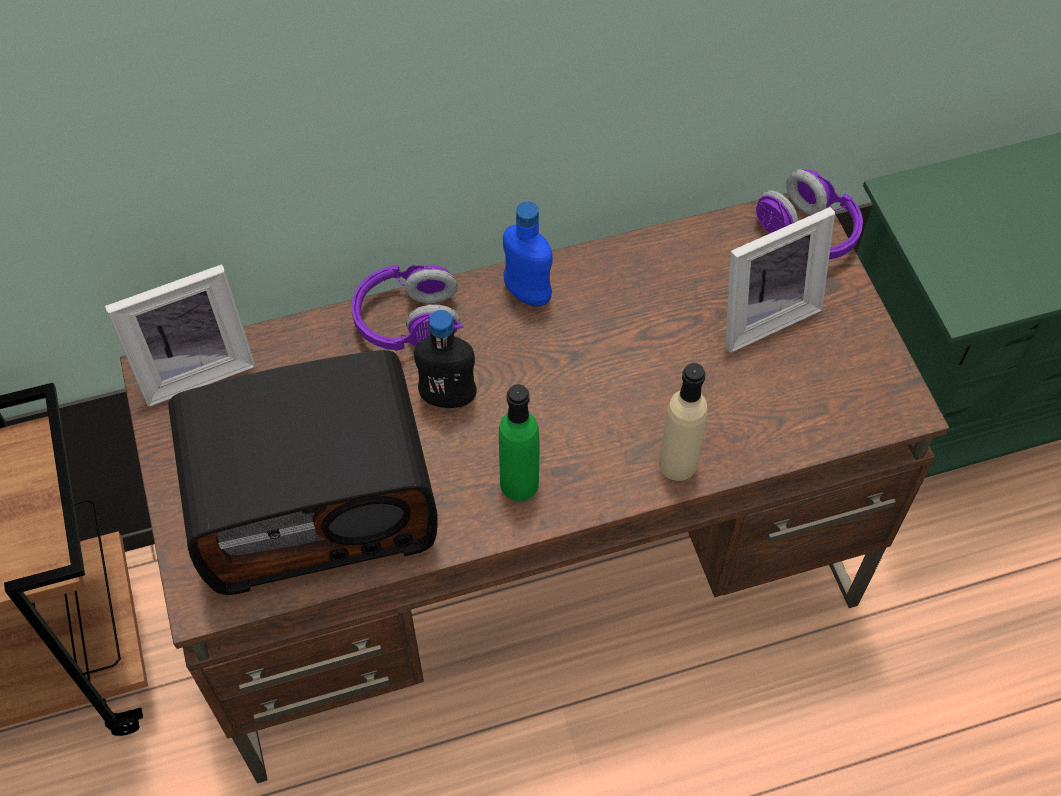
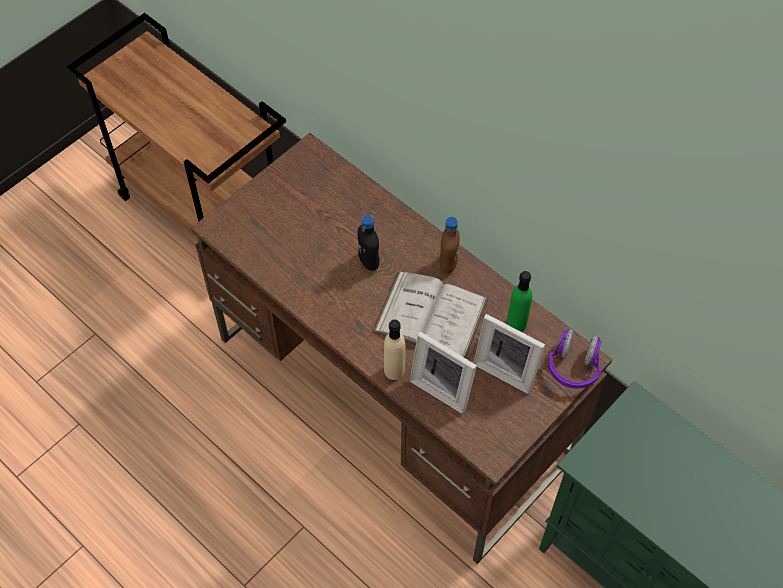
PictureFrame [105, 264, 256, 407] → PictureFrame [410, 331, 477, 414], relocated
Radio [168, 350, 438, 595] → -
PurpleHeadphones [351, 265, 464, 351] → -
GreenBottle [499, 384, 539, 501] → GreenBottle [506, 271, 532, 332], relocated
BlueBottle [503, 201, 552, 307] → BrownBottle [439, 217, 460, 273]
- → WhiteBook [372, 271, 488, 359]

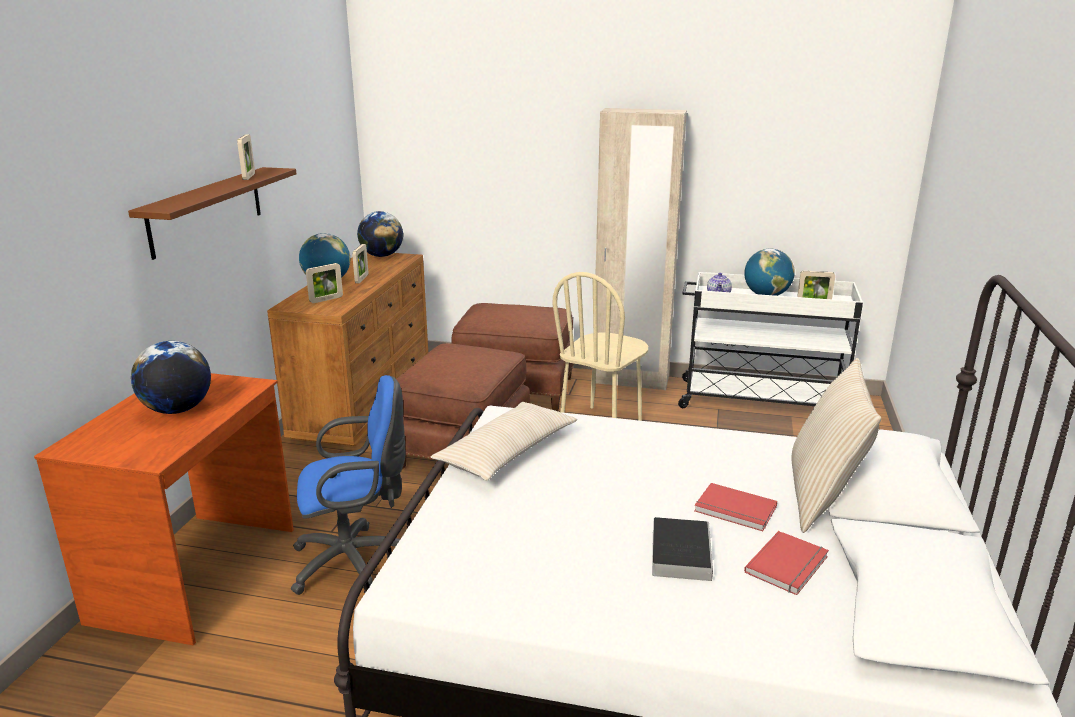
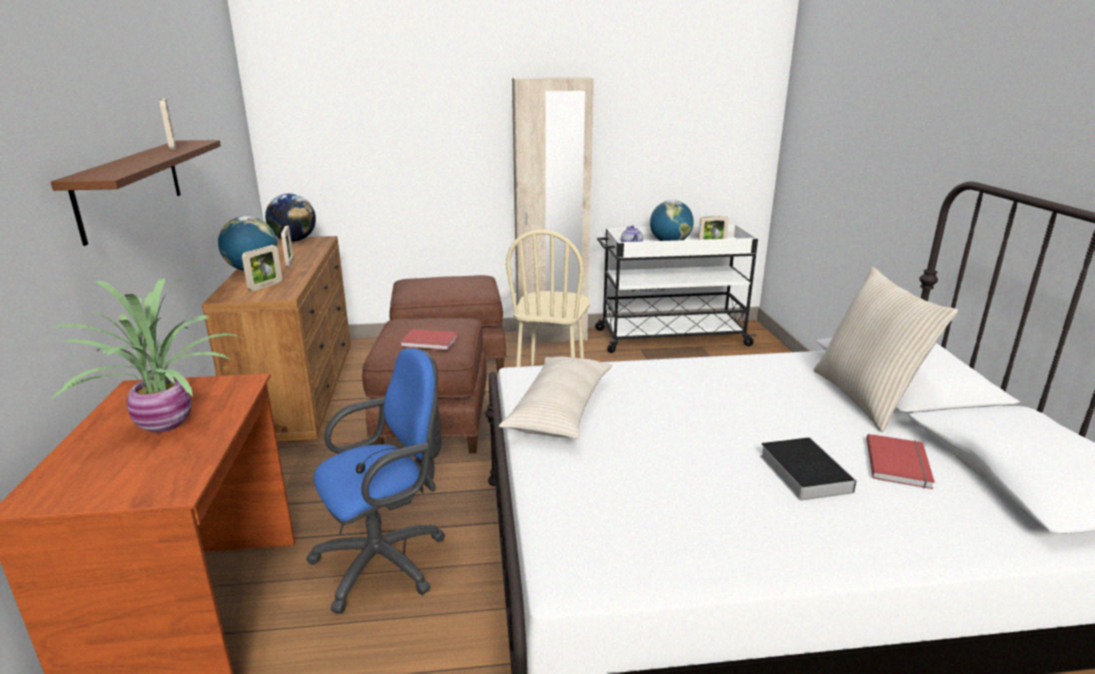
Globe [131, 341, 211, 414] → PottedPlant [51, 278, 241, 433]
RedBook [694, 483, 777, 531] → RedBook [400, 329, 458, 350], relocated

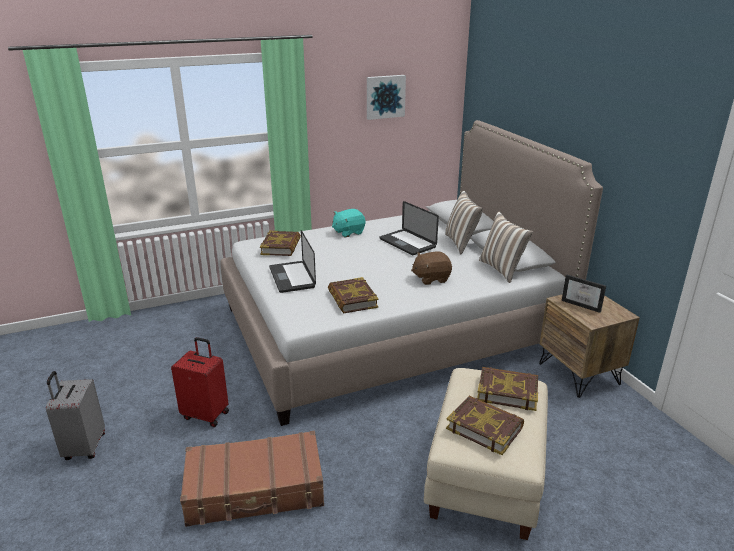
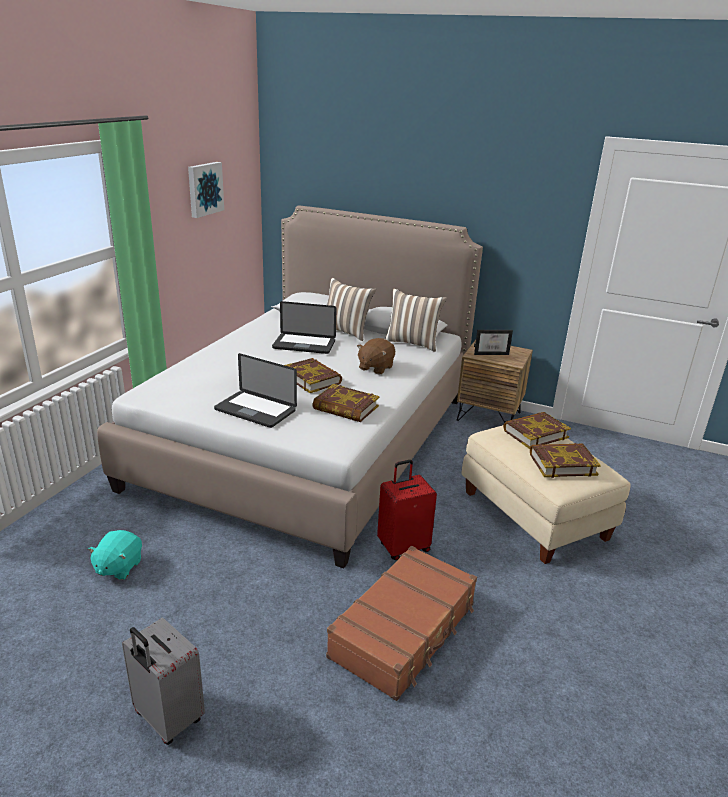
RedSuitcase [171, 337, 229, 427] → RedSuitcase [377, 460, 437, 560], relocated
Book [260, 231, 301, 256] → Book [284, 358, 342, 393], relocated
TurquoisePlushToy [332, 209, 365, 237] → TurquoisePlushToy [88, 530, 142, 580], relocated

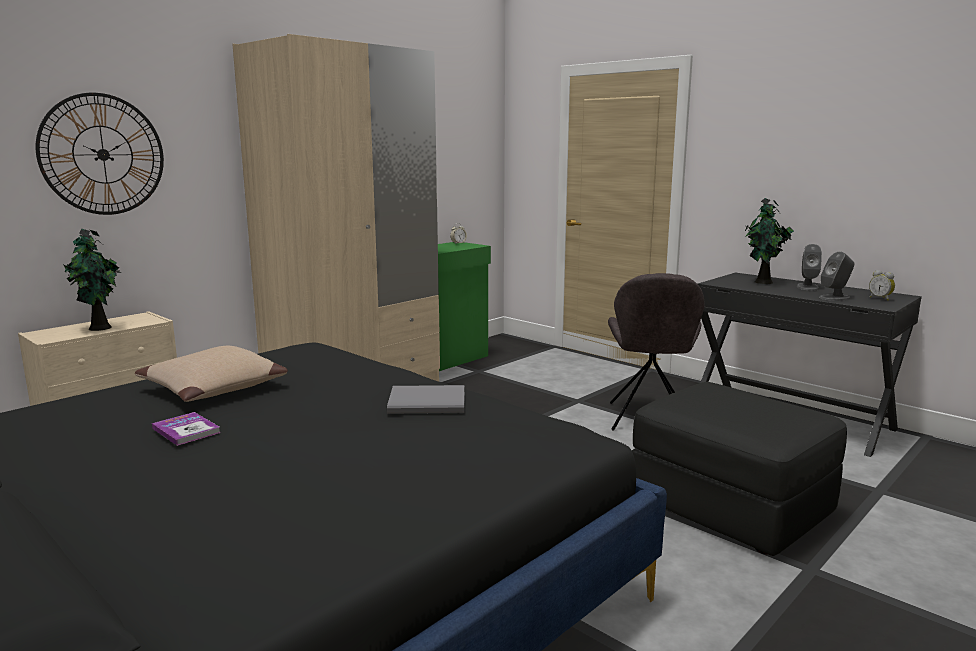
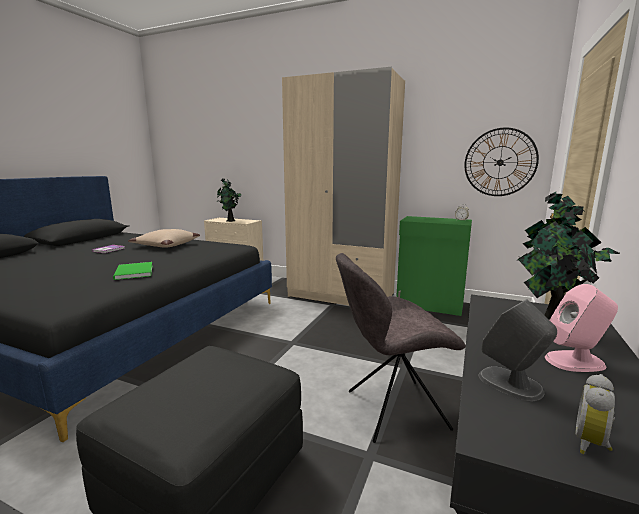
WallClock [36, 93, 164, 215] → WallClock [464, 127, 539, 196], relocated
GreyBook [387, 385, 464, 414] → GreenBook [113, 262, 153, 280]
GreySpeaker [797, 244, 822, 291] → PinkSpeaker [545, 284, 618, 372]

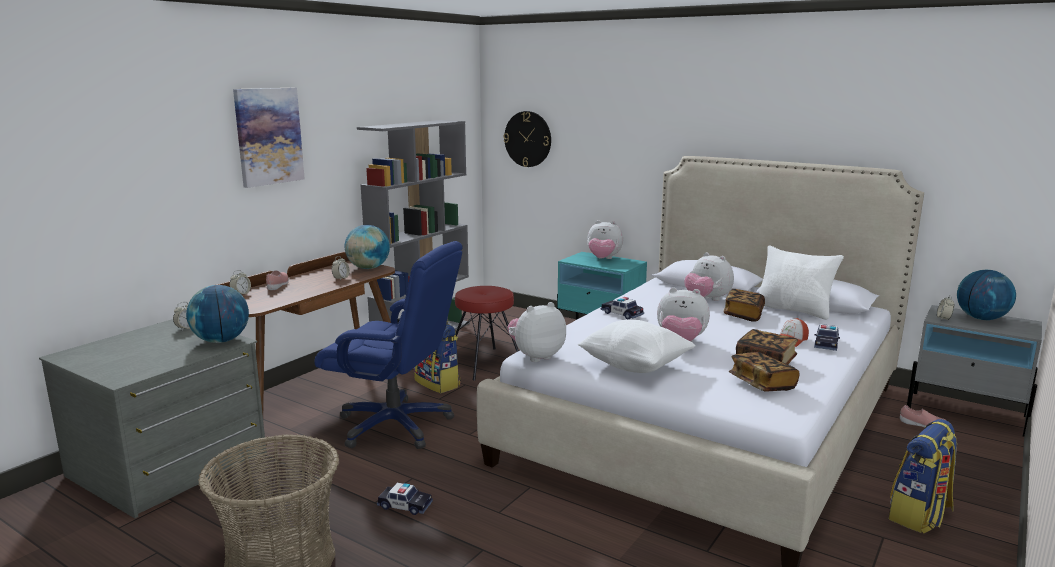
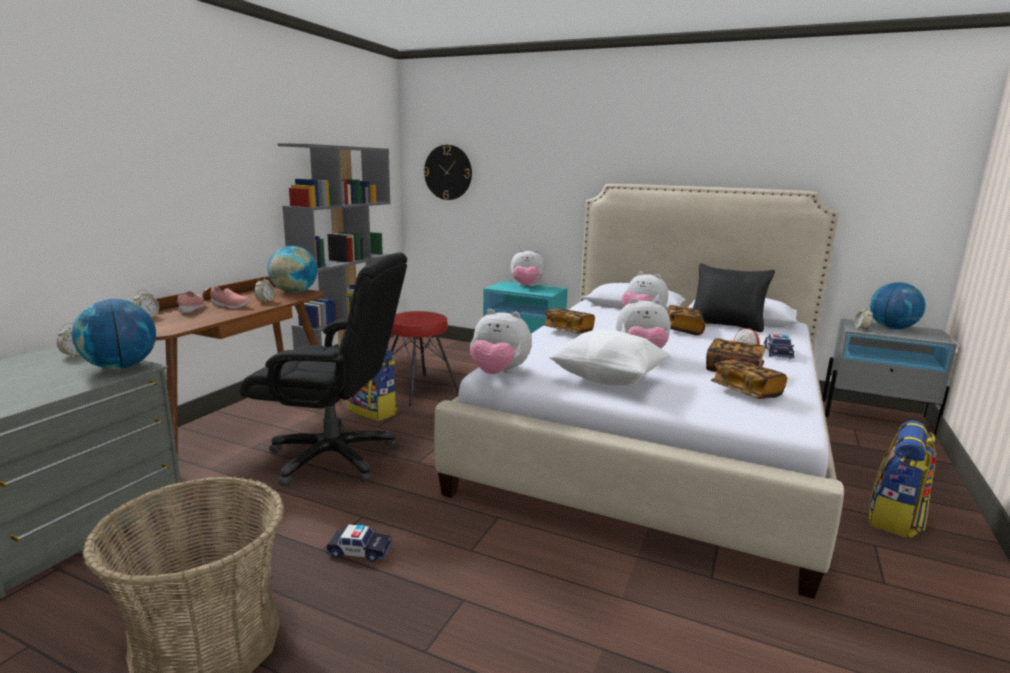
Picture [233, 88, 305, 188] → -
BlueOfficeChair [314, 241, 463, 449] → BlackOfficeChair [239, 252, 407, 486]
PlushToy [507, 302, 566, 362] → PlushToy [470, 309, 532, 374], 120 degrees counterclockwise
ToyCar [601, 297, 644, 319] → Book [543, 308, 595, 333]
WhitePillow [759, 245, 844, 320] → BlackPillow [693, 264, 775, 332]
PinkShoe [900, 405, 945, 428] → PinkShoe [210, 286, 250, 309], relocated

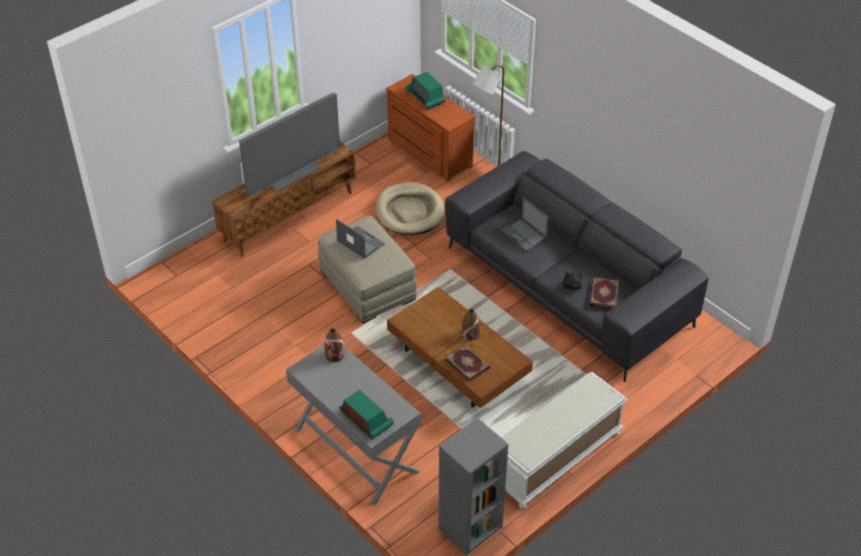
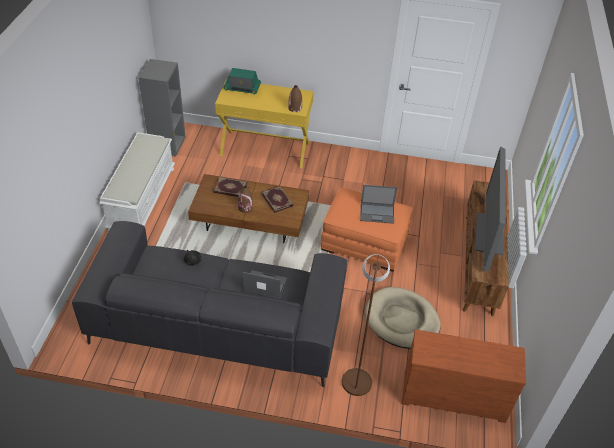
GreyConsoleTable [286, 345, 421, 506] → YellowConsoleTable [215, 79, 314, 168]
BeigeOttoman [318, 215, 417, 324] → OrangeOttoman [320, 188, 413, 272]
Radio [406, 72, 445, 109] → -
Book [590, 277, 619, 309] → Book [262, 186, 294, 213], relocated

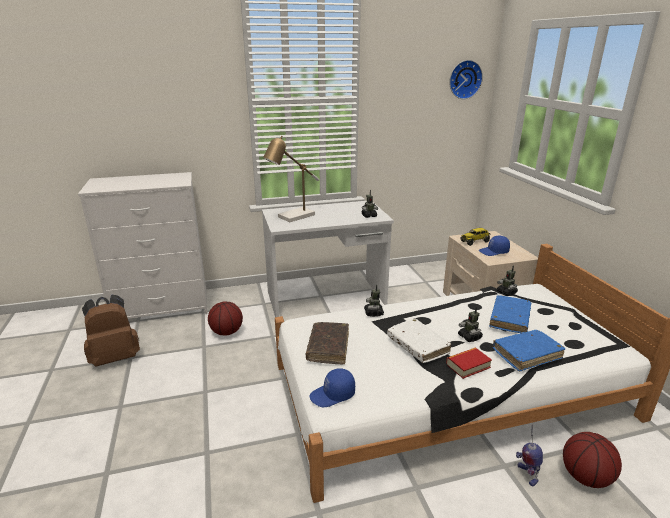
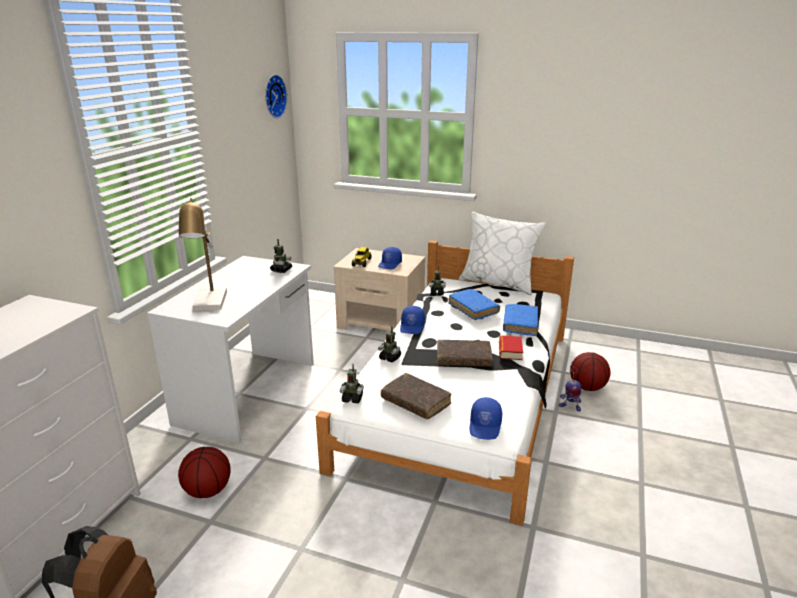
WhiteBook [387, 318, 451, 363] → BrownBook [437, 340, 493, 366]
ToyRobot [458, 307, 483, 342] → ToyRobot [340, 364, 364, 403], relocated
- → BlueCap [400, 306, 425, 334]
- → WhitePillow [459, 212, 546, 295]

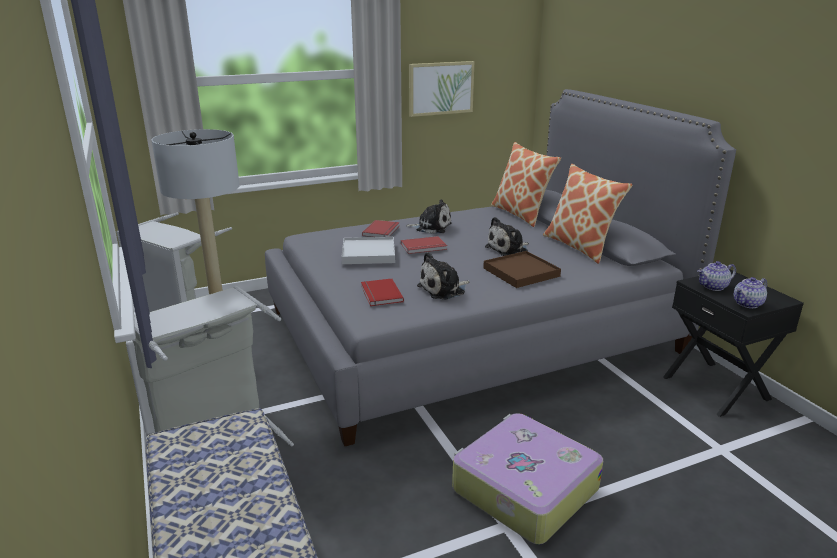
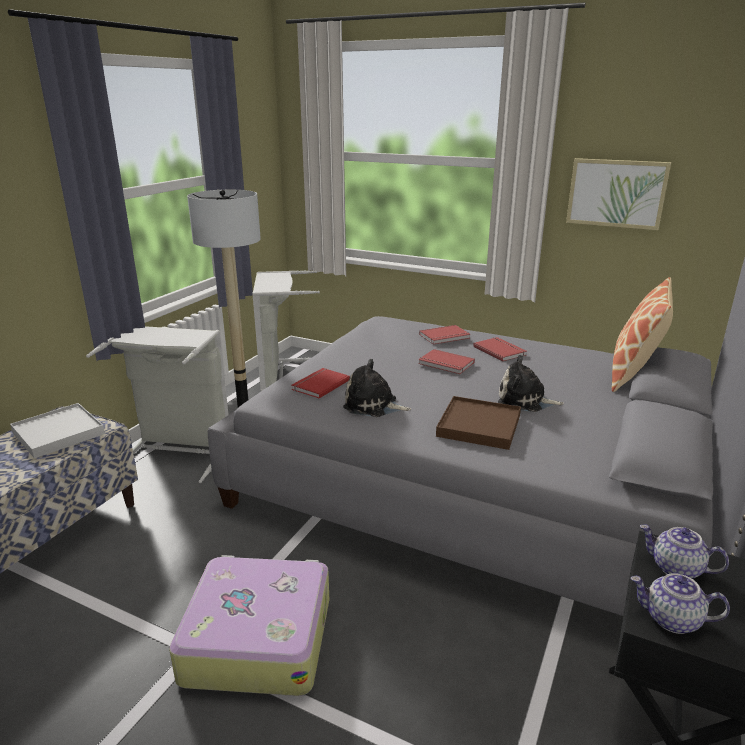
WhiteTray [341, 237, 395, 264] → WhiteTray [10, 403, 105, 459], relocated
PlushToy [406, 199, 452, 234] → RedBook [473, 337, 527, 361]
Pillow [543, 164, 632, 264] → -

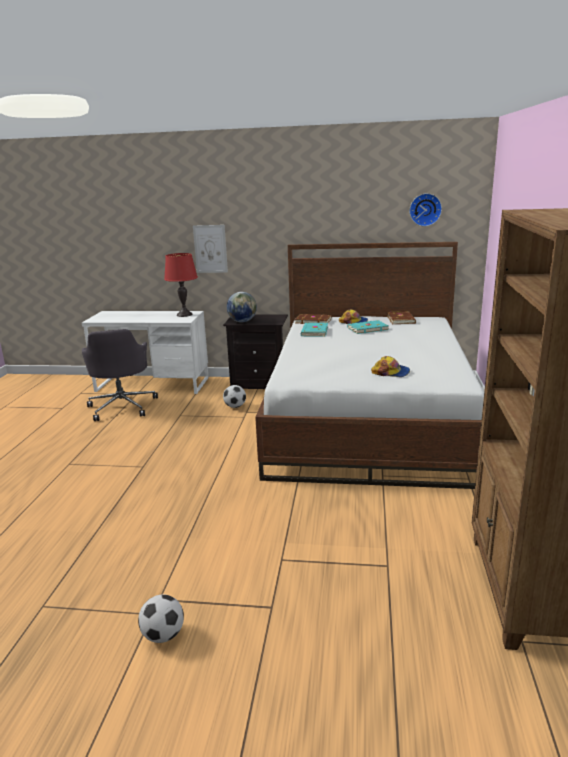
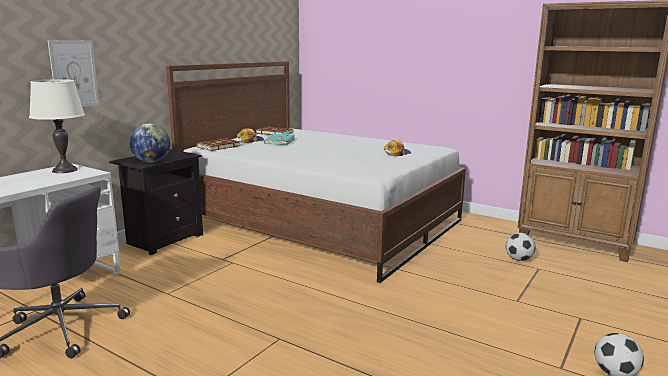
RedTableLamp [164, 253, 198, 317] → WhiteTableLamp [29, 79, 85, 173]
Football [223, 385, 246, 408] → Football [506, 233, 536, 261], relocated
TurquoiseBook [301, 323, 328, 337] → -
WallClock [409, 193, 442, 226] → -

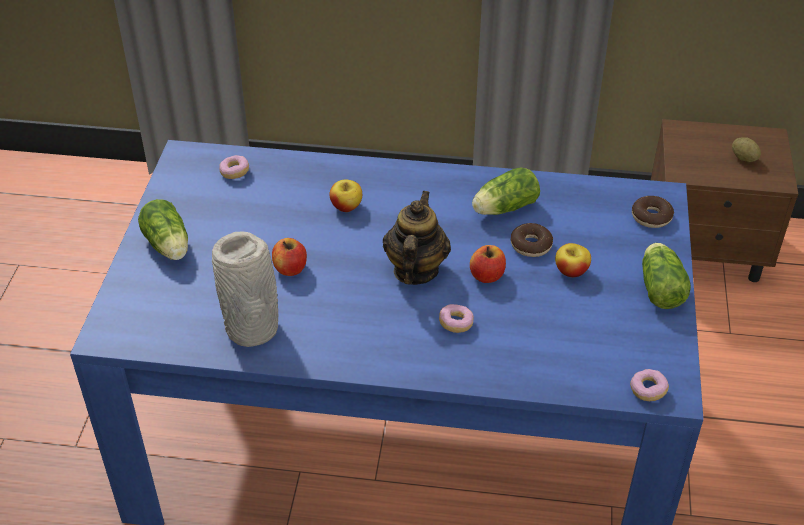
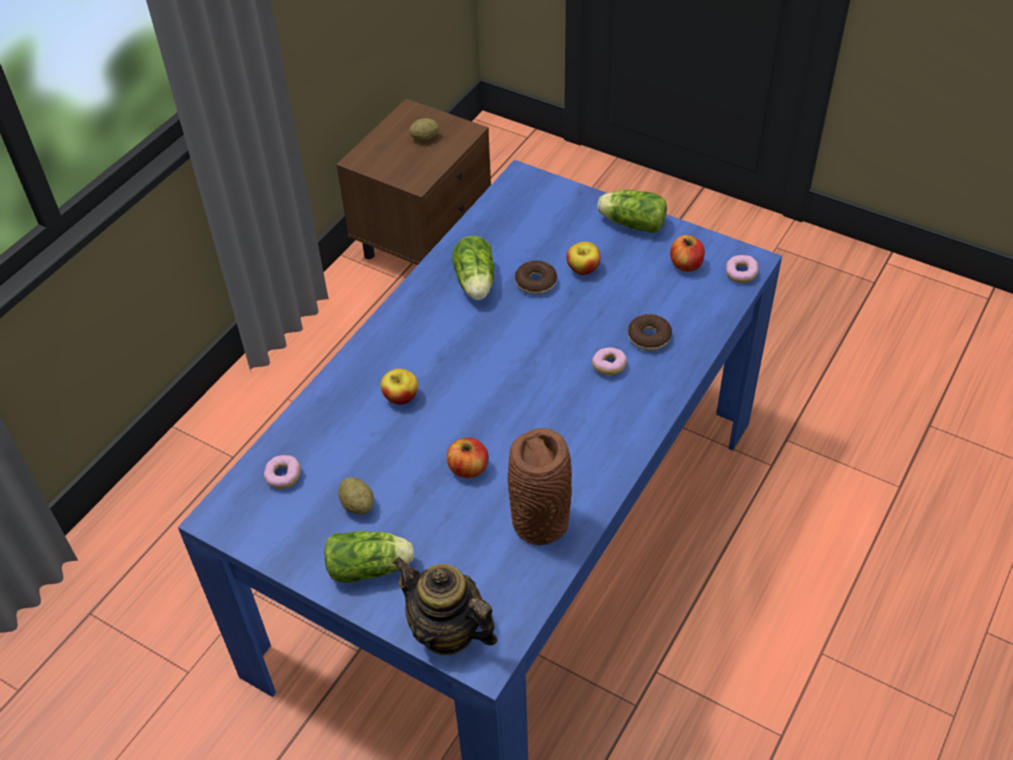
GreyVase [212, 232, 278, 347] → BrownVase [508, 428, 572, 545]
Teapot [383, 191, 451, 285] → Teapot [393, 557, 498, 656], relocated
Apple [470, 245, 506, 283] → Apple [670, 235, 705, 272], relocated
Donut [632, 196, 674, 228] → Donut [628, 314, 672, 351], relocated
- → Potato [338, 477, 374, 515]

